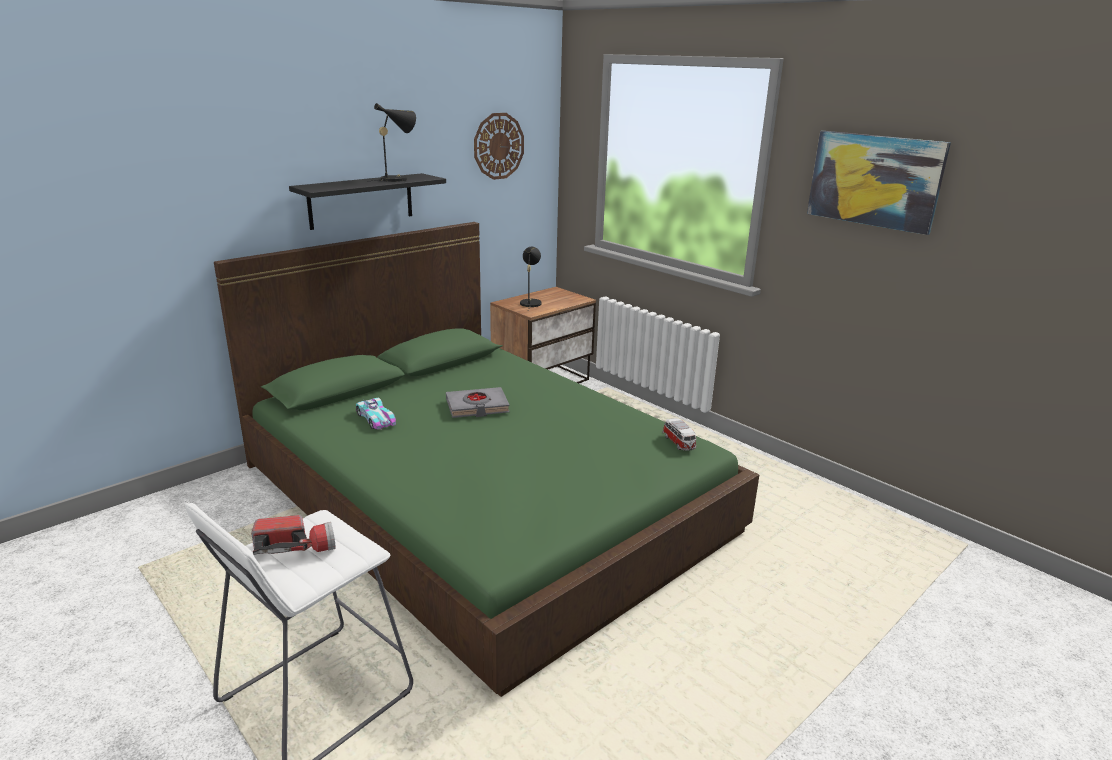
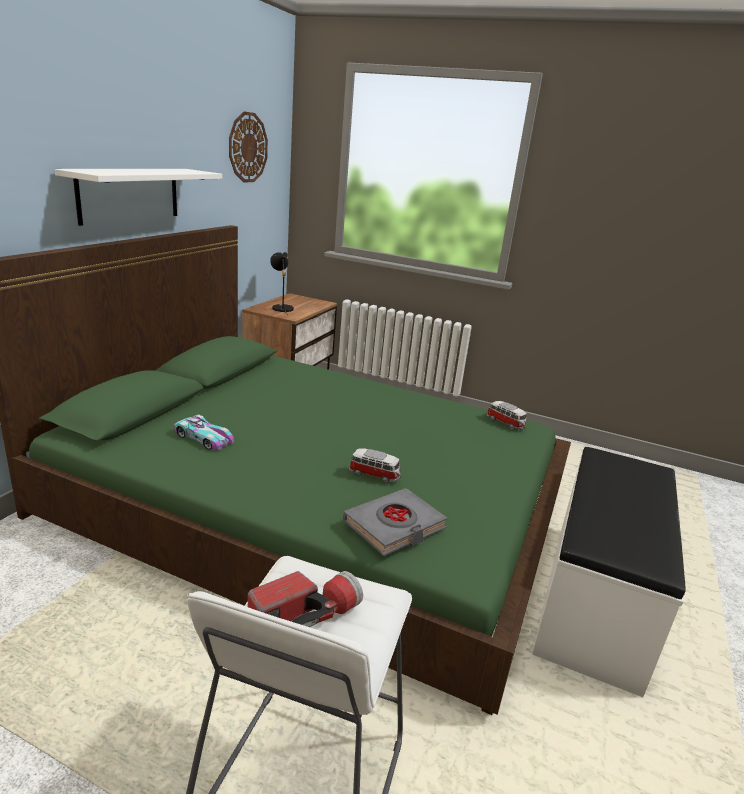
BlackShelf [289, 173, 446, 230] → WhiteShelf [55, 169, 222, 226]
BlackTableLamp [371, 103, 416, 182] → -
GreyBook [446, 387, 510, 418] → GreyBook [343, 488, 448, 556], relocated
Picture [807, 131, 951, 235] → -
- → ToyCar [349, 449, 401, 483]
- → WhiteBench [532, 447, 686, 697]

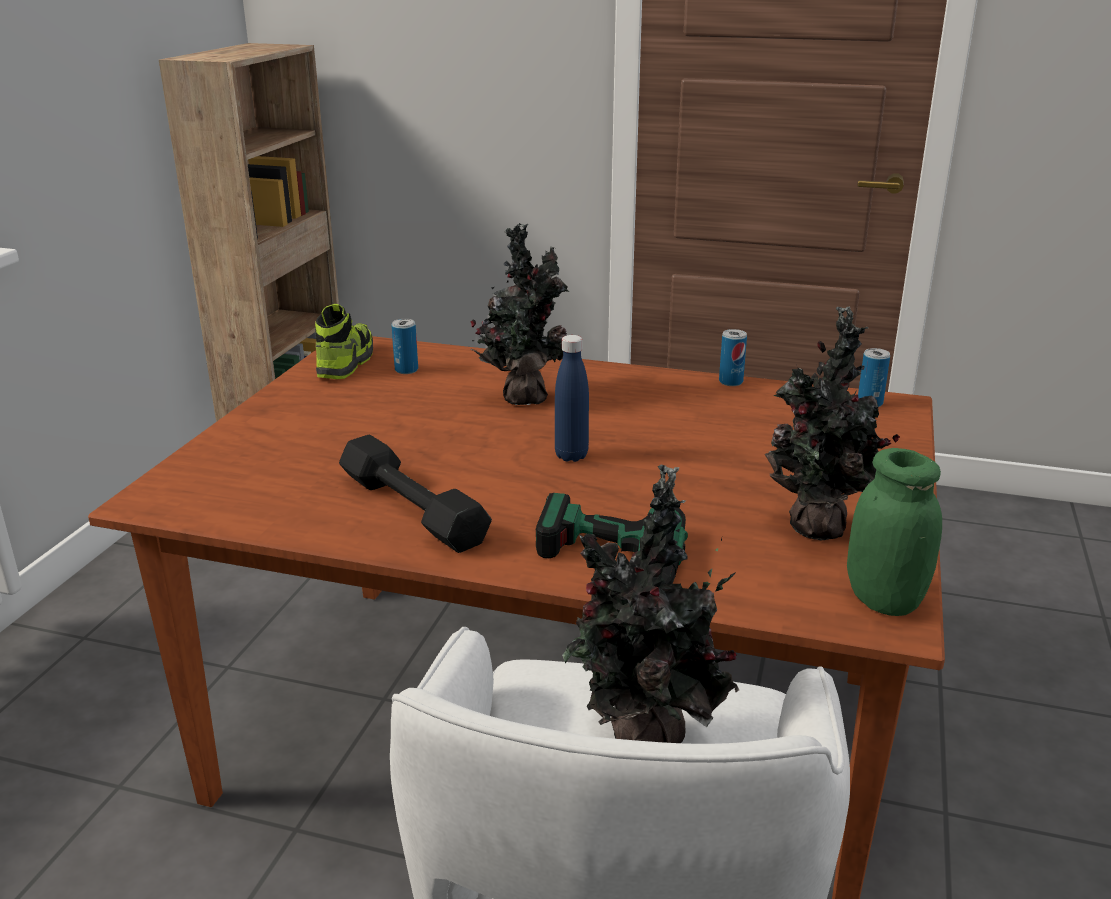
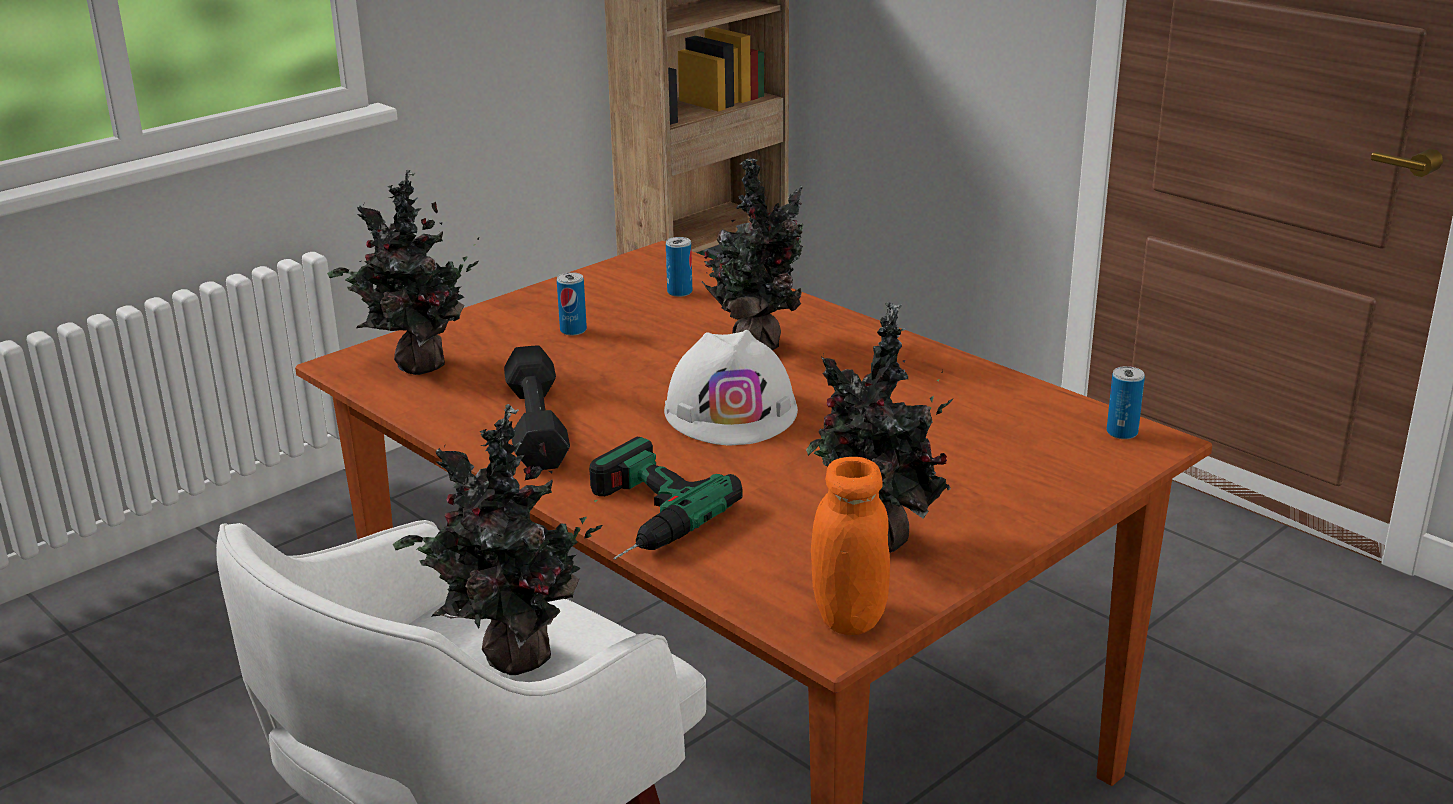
Shoe [315, 304, 373, 379] → -
BlueBottle [555, 335, 589, 462] → WhiteHardHat [664, 330, 798, 445]
Can [719, 329, 747, 386] → Can [557, 272, 587, 336], relocated
GreenJar [847, 448, 942, 616] → OrangeJar [811, 457, 890, 635]
- → PottedPlant [327, 169, 479, 375]

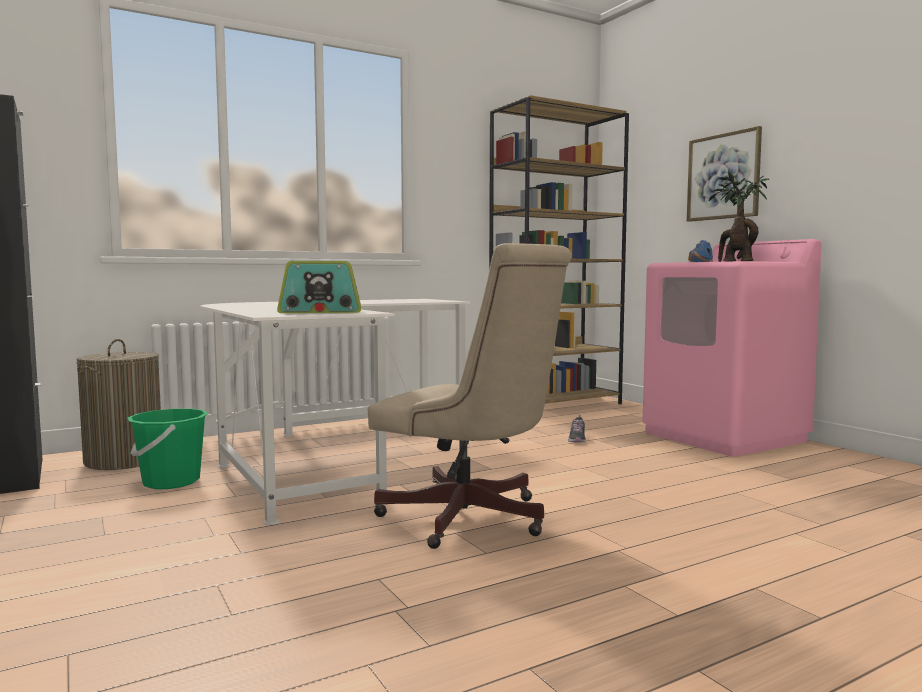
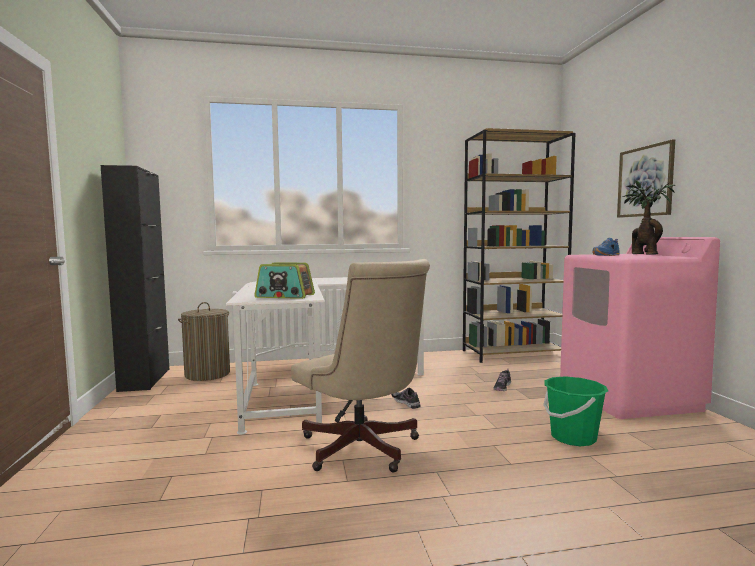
GreenBucket [128, 409, 208, 489] → GreenBucket [543, 376, 608, 446], relocated
- → Shoe [394, 388, 421, 409]

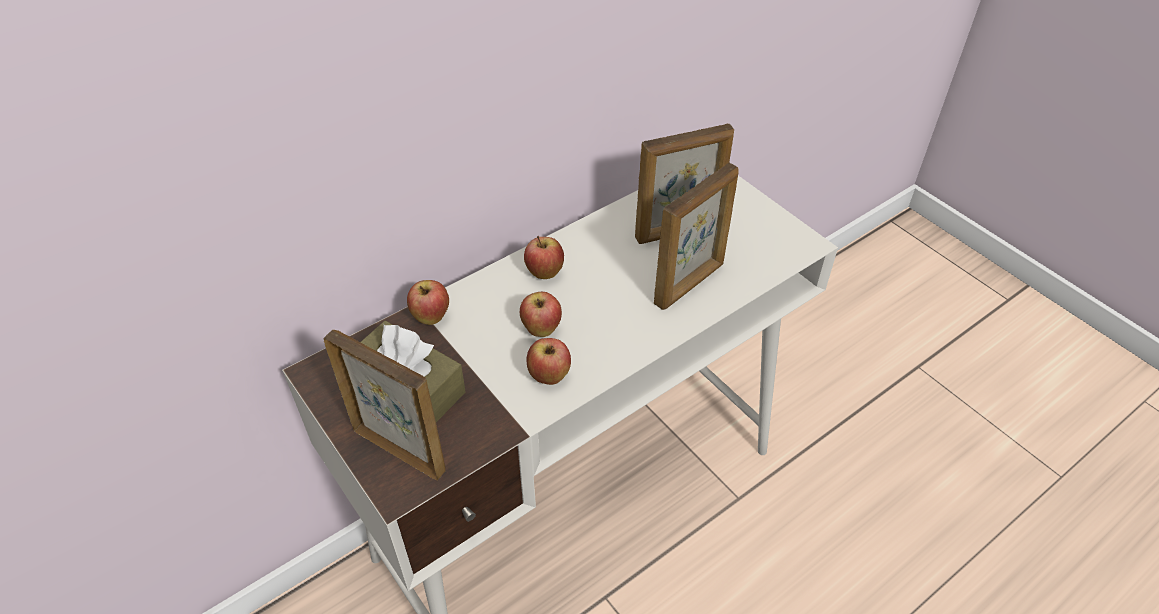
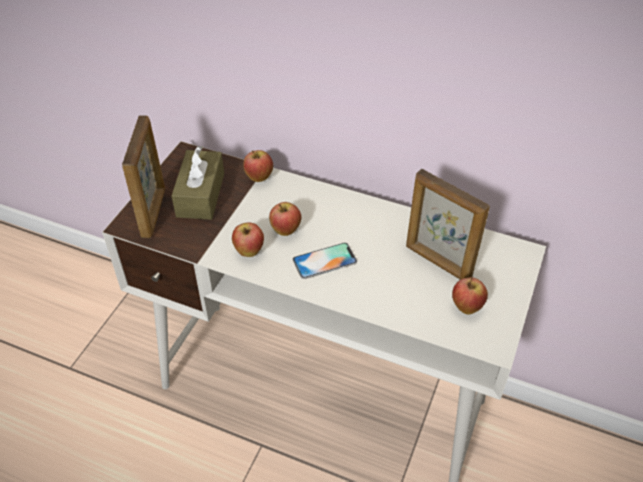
Apple [524, 236, 564, 279] → Apple [452, 277, 488, 314], relocated
PictureFrame [654, 163, 739, 310] → -
- → Phone [293, 243, 357, 279]

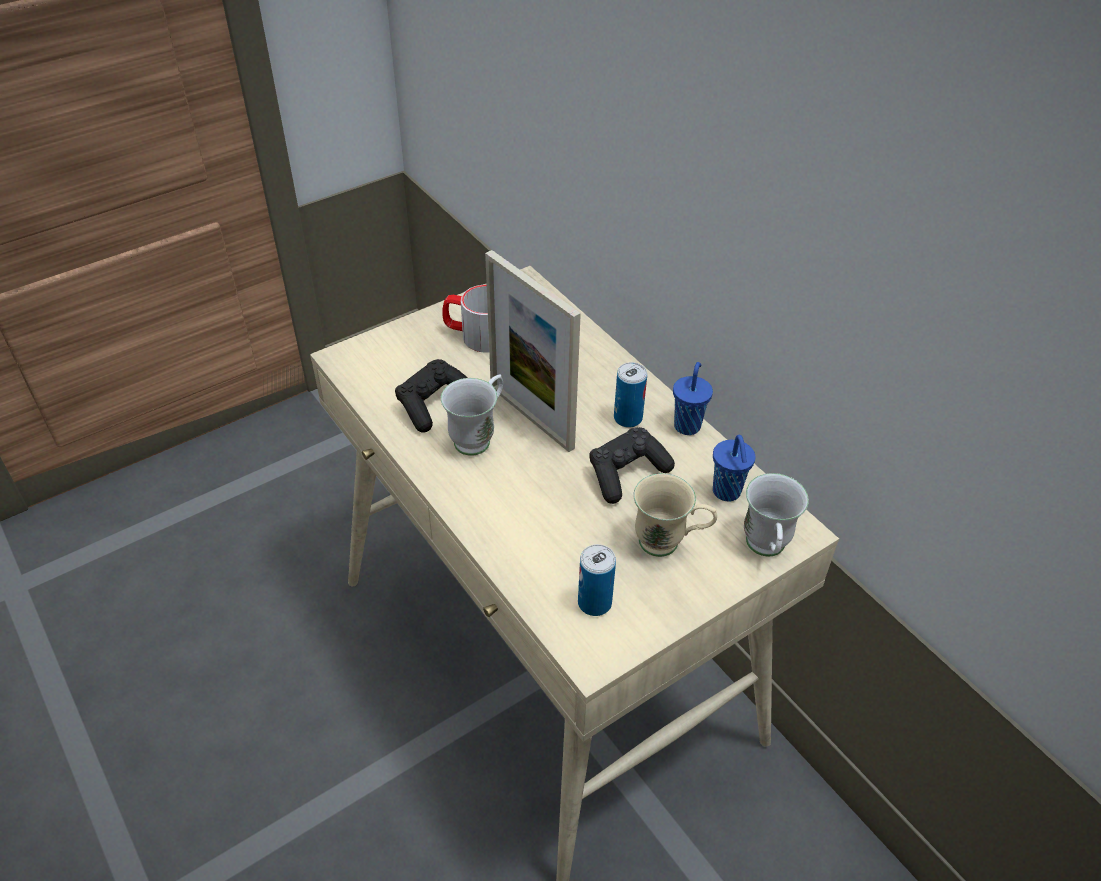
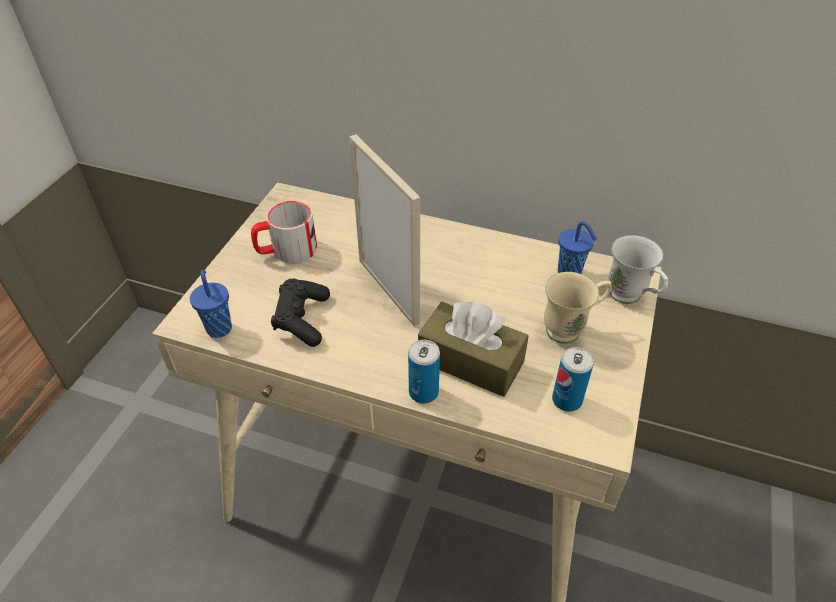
WhiteMug [441, 374, 503, 456] → -
PictureFrame [485, 250, 581, 452] → PictureFrame [349, 134, 420, 326], 135 degrees counterclockwise
BlackGameController [589, 427, 675, 504] → -
Can [614, 362, 647, 428] → Can [408, 340, 440, 404], relocated
BlueCup [673, 362, 713, 435] → BlueCup [190, 270, 232, 338], relocated
- → BrownTissueBox [418, 301, 529, 397]

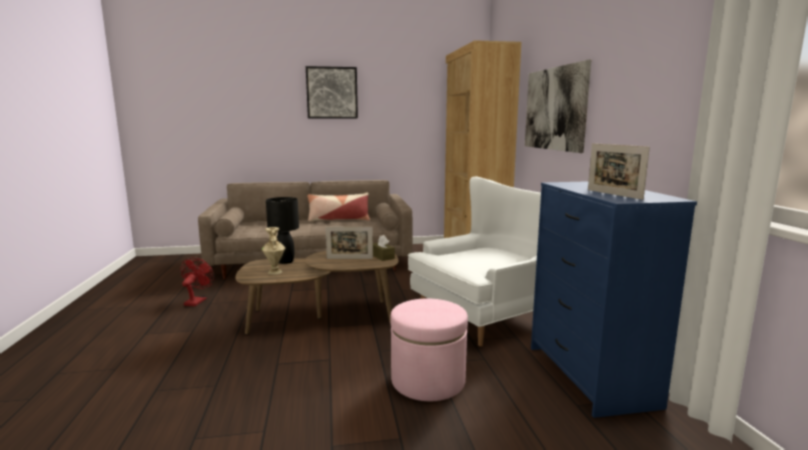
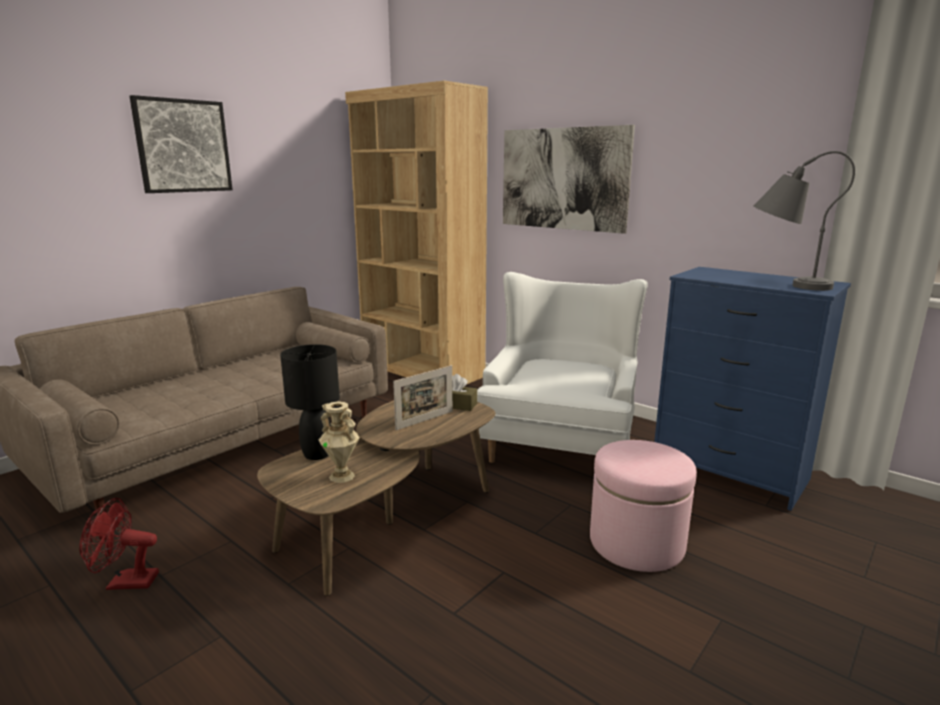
RedFan [180, 257, 214, 306] → RedFan [79, 498, 159, 590], 60 degrees counterclockwise
Pillow [308, 193, 370, 222] → -
PictureFrame [588, 143, 650, 200] → GreyTableLamp [754, 151, 855, 291]

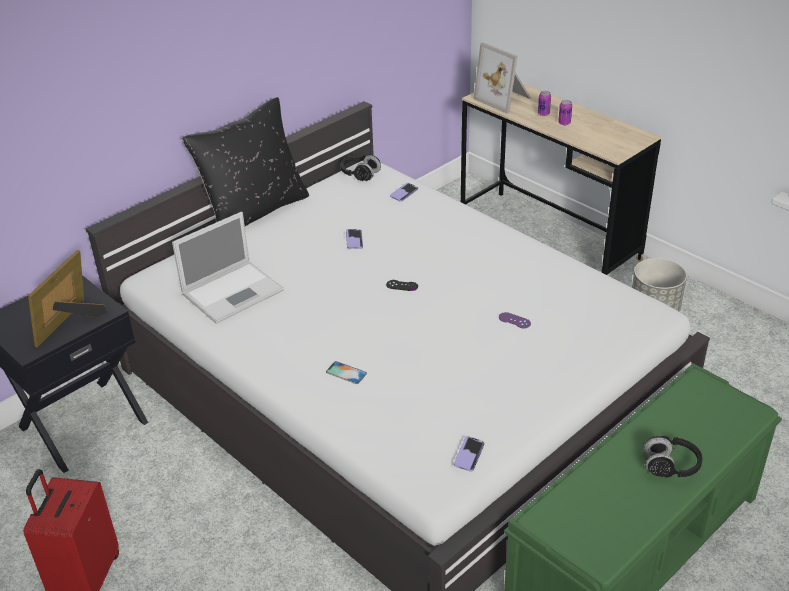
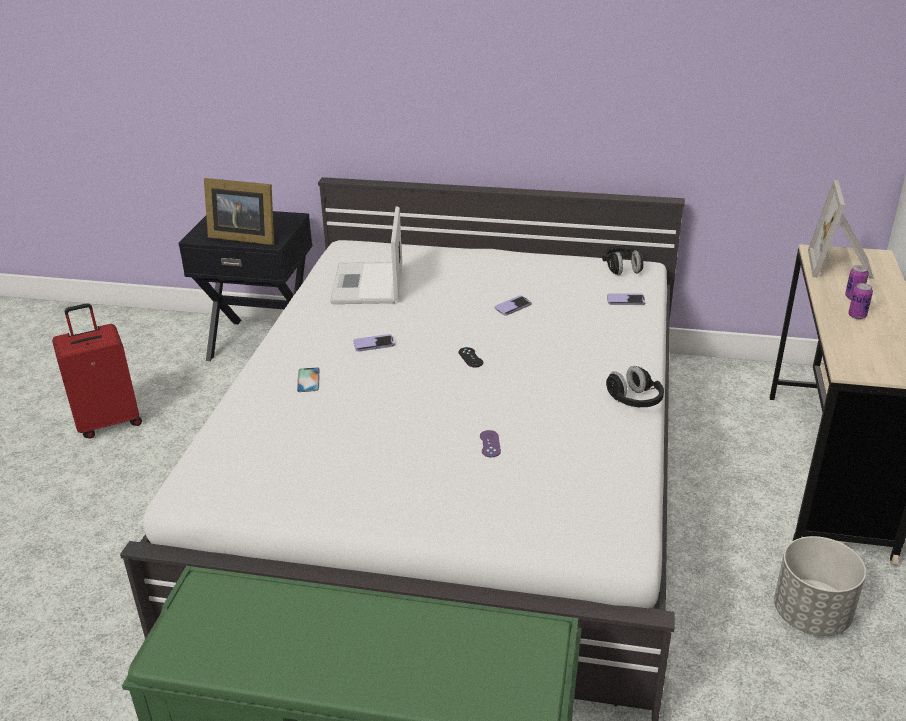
PictureFrame [28, 250, 107, 348] → PictureFrame [204, 178, 274, 245], 150 degrees counterclockwise
Laptop [172, 212, 284, 324] → Laptop [330, 206, 402, 304], 75 degrees clockwise
BlackPillow [182, 97, 309, 226] → -
Phone [454, 436, 485, 472] → Phone [353, 334, 395, 352], relocated
BlackHeadphones [642, 436, 703, 478] → BlackHeadphones [606, 366, 664, 407], relocated

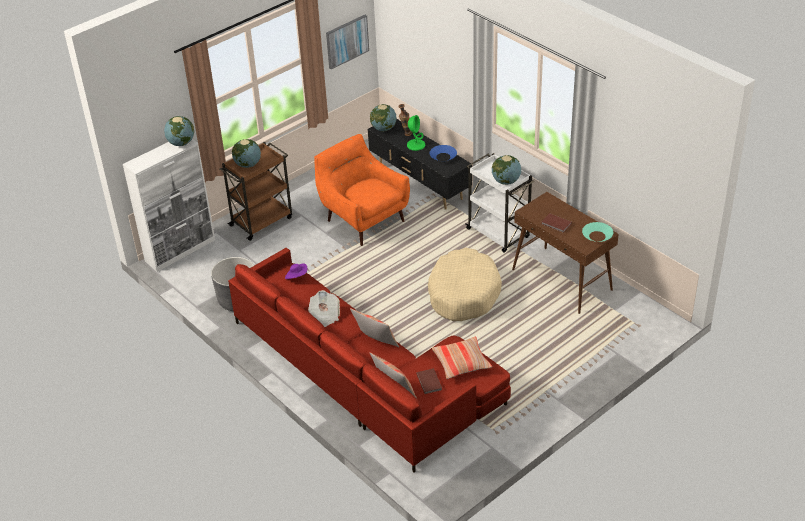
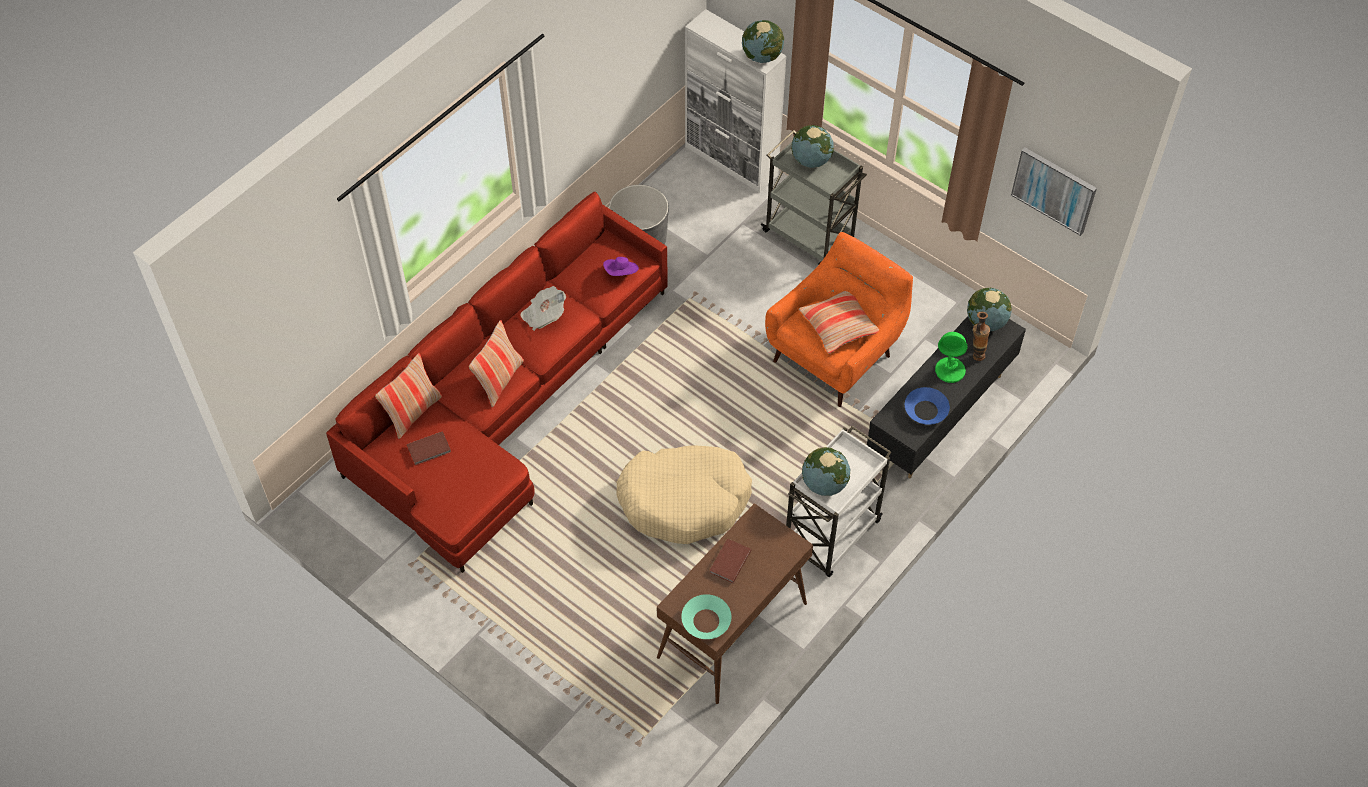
BrownCart [219, 142, 292, 241] → GreyCart [761, 130, 867, 264]
Pillow [432, 336, 492, 379] → Pillow [799, 291, 879, 354], relocated

